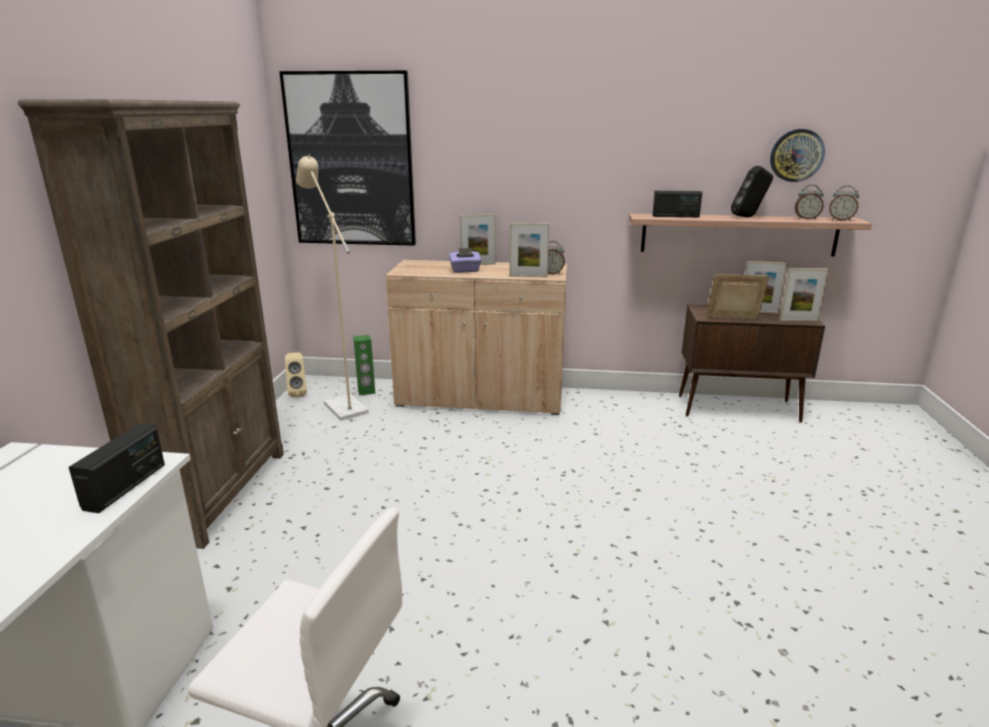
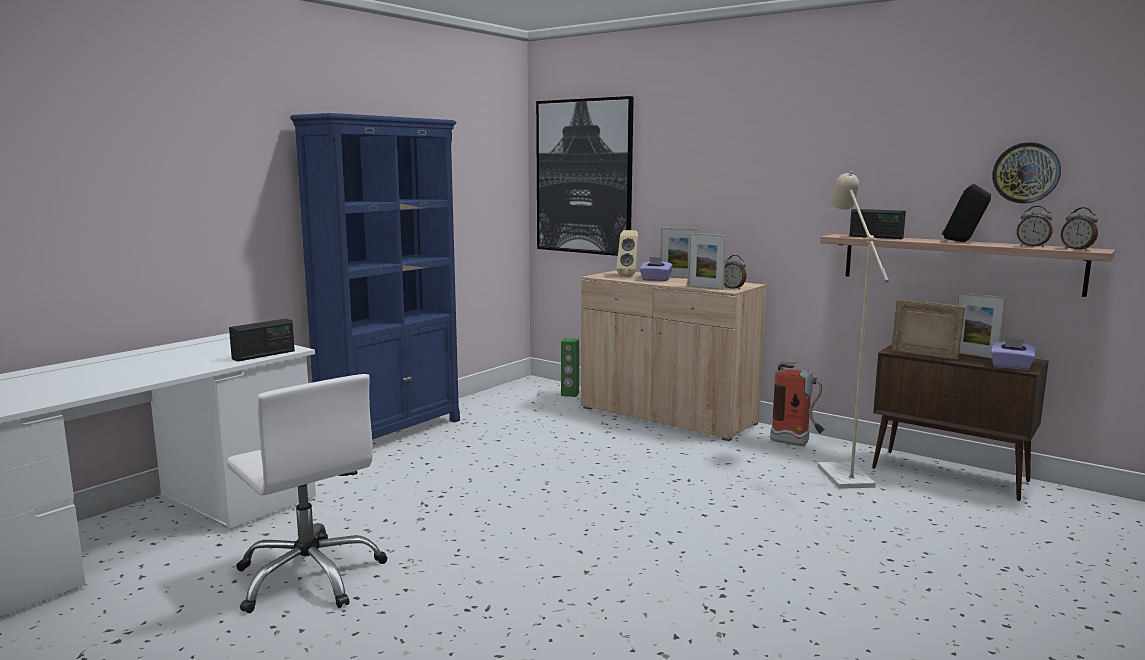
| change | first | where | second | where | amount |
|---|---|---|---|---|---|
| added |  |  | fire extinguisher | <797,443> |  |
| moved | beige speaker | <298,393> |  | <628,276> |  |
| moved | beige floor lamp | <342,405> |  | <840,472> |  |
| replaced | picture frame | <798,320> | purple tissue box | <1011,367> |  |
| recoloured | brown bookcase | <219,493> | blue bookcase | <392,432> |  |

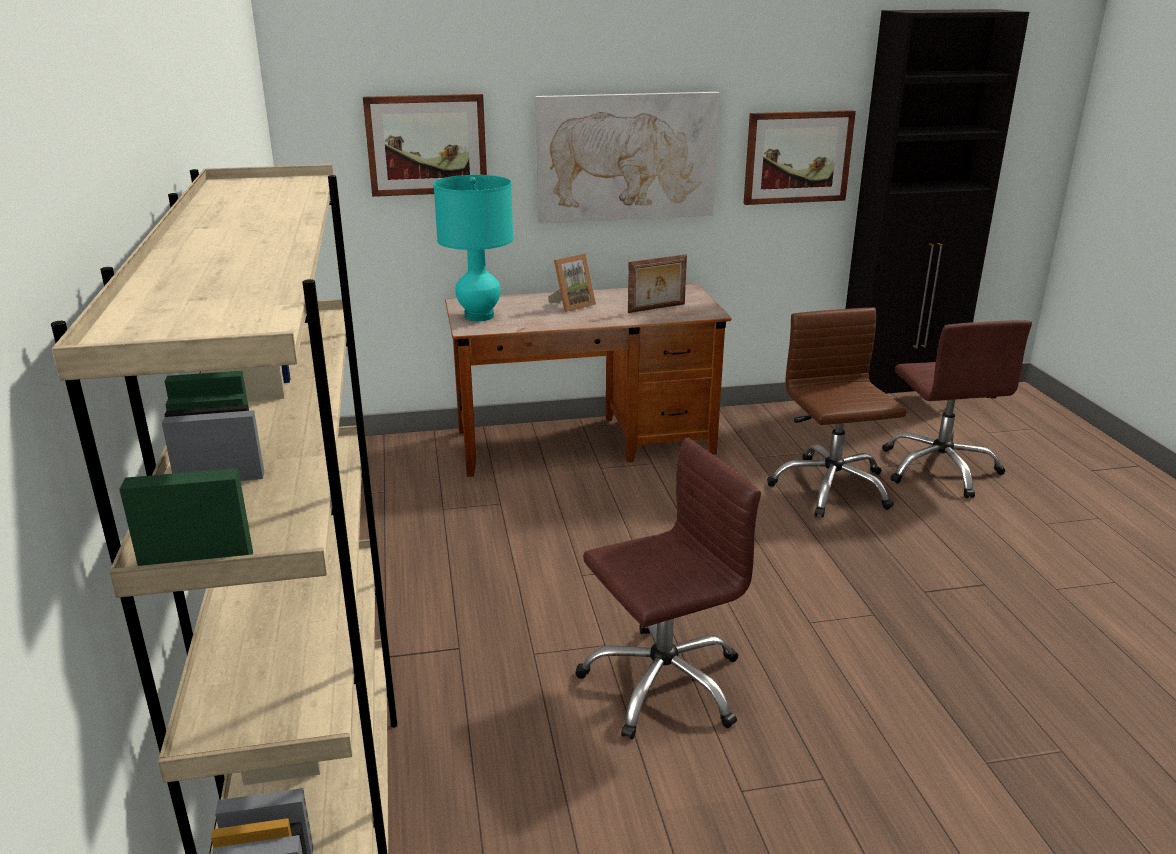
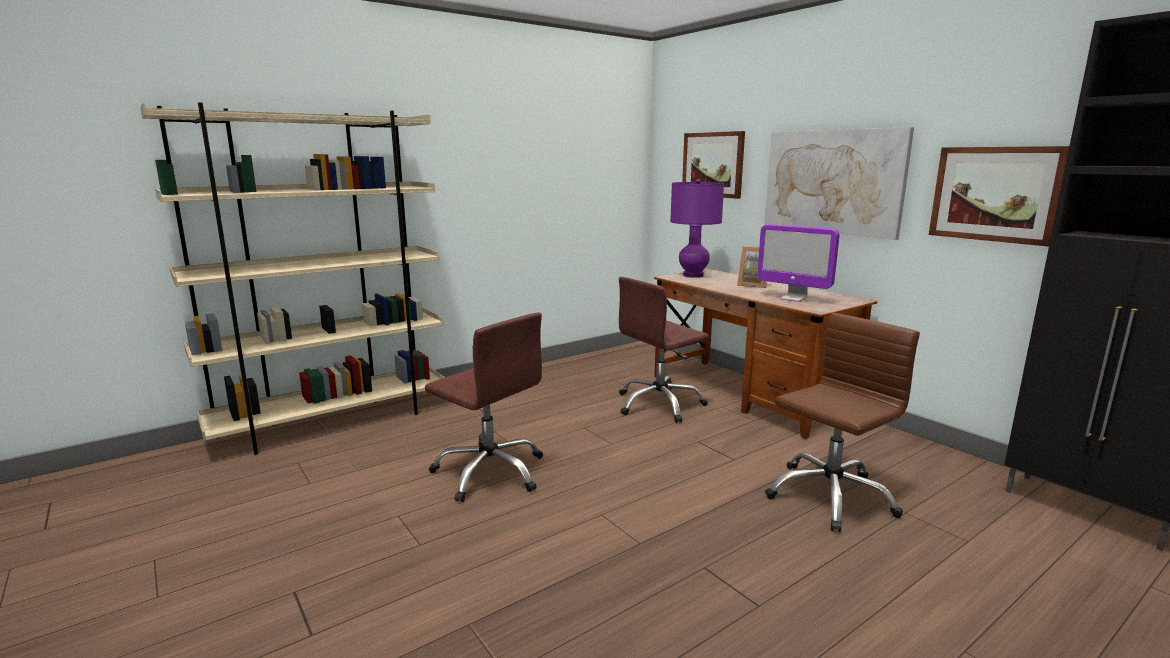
| change | first | where | second | where | amount |
|---|---|---|---|---|---|
| moved | brown office chair | <940,469> |  | <659,404> |  |
| replaced | picture frame | <657,308> | monitor | <793,298> |  |
| recoloured | turquoise table lamp | <479,316> | purple table lamp | <693,275> |  |

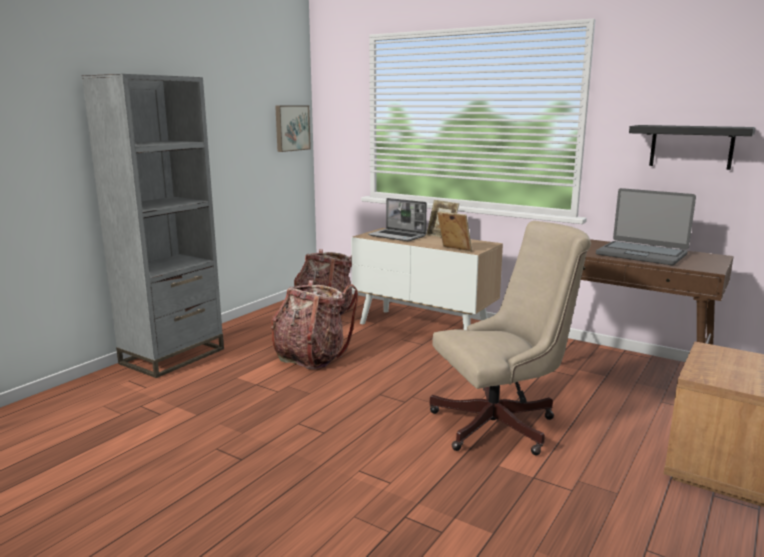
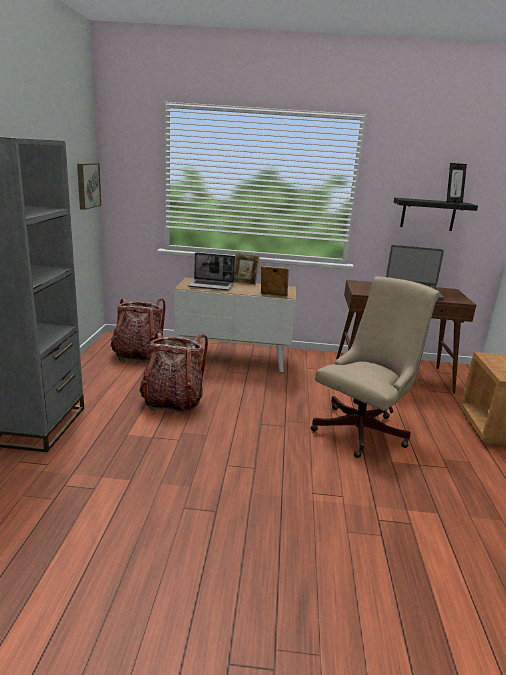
| change | first | where | second | where | amount |
|---|---|---|---|---|---|
| added |  |  | picture frame | <452,202> |  |

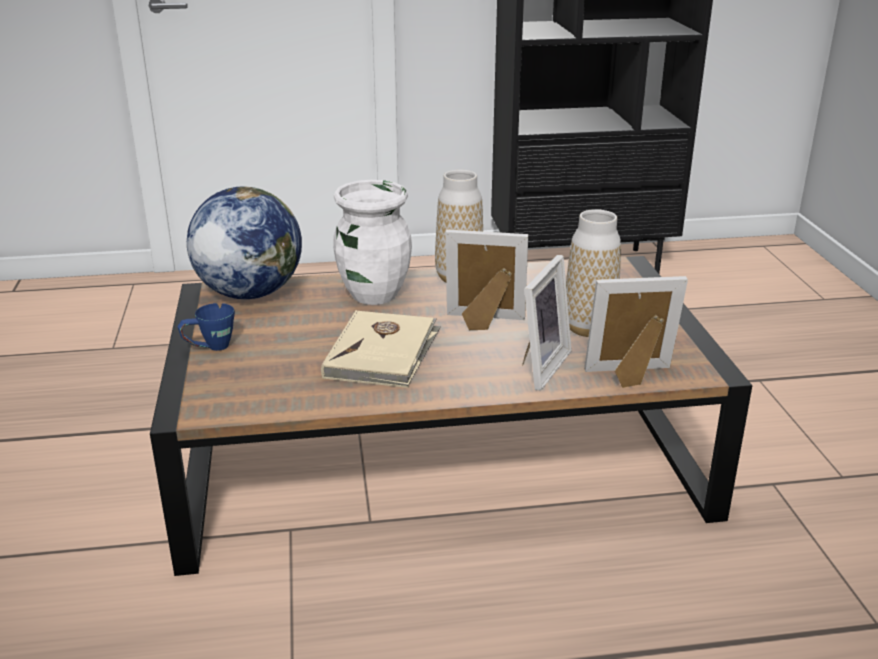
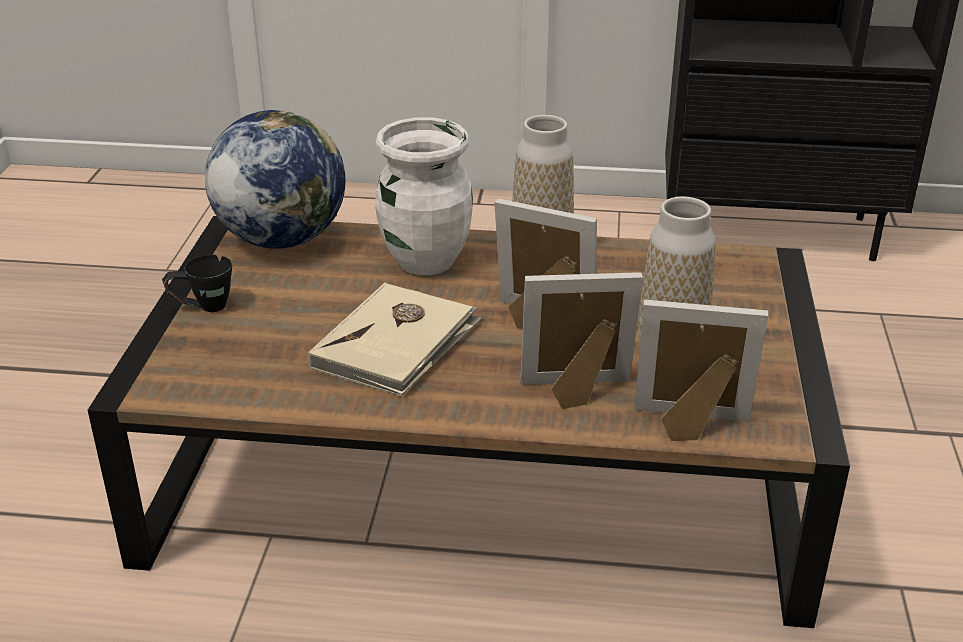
| change | first | where | second | where | amount |
|---|---|---|---|---|---|
| recoloured | blue mug | <209,348> | black mug | <202,307> |  |
| turned | picture frame | <538,366> |  | <577,393> | 135 degrees counterclockwise |

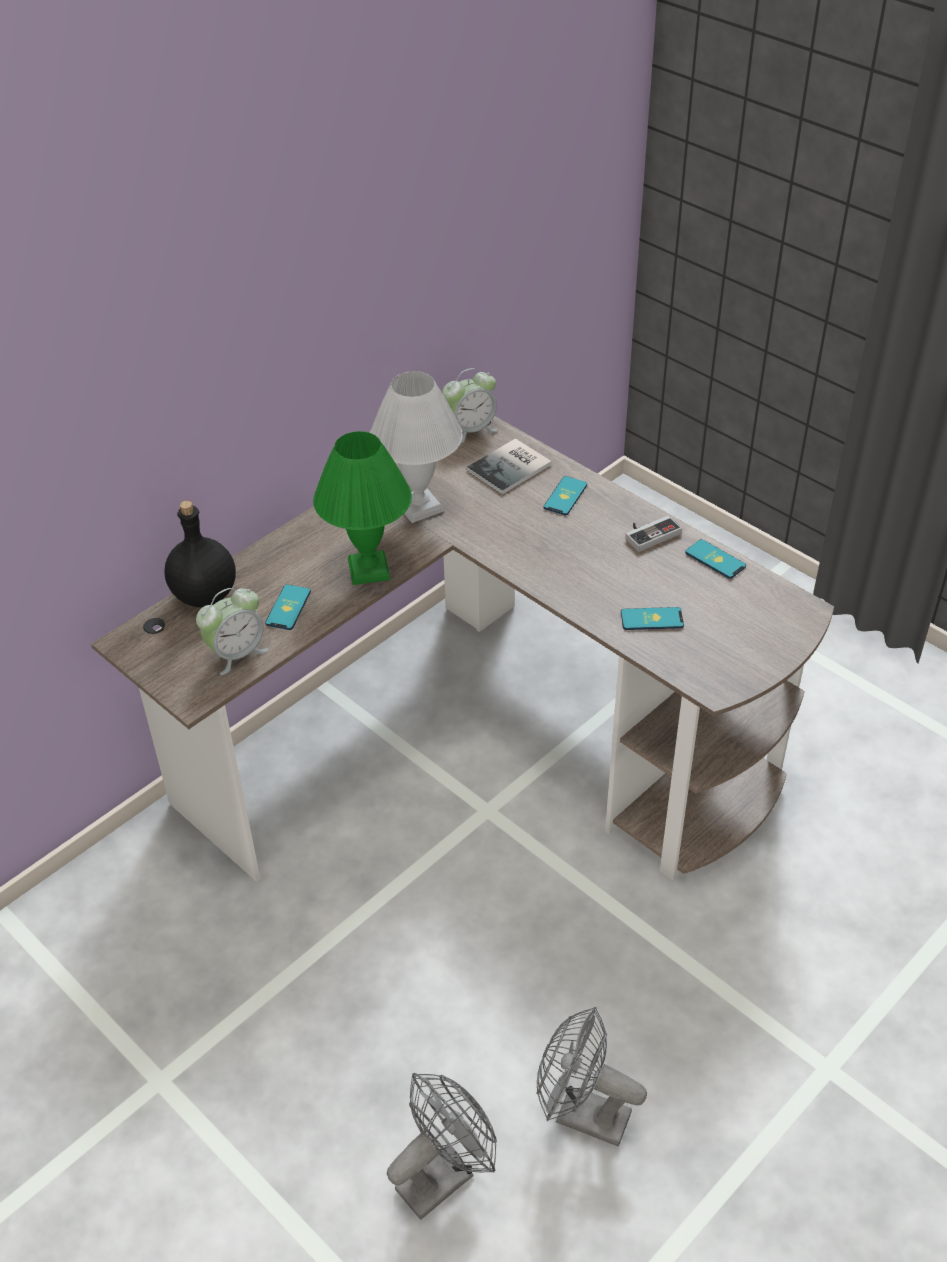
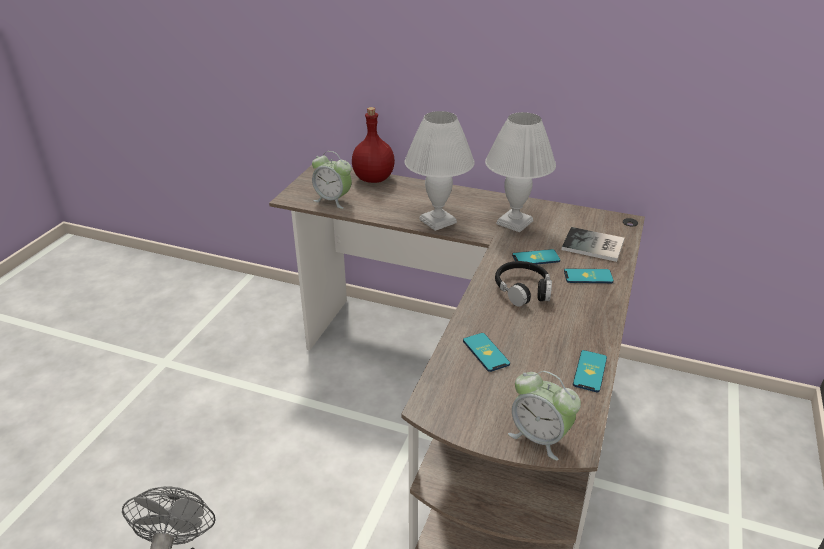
| change | first | where | second | where | amount |
|---|---|---|---|---|---|
| removed | grey fan | <443,1174> |  |  |  |
| removed | game controller | <649,533> |  |  |  |
| added |  |  | black headphones | <523,289> |  |
| moved | phone | <288,607> |  | <536,258> |  |
| moved | alarm clock | <470,430> |  | <539,437> |  |
| recoloured | black bottle | <203,596> | red bottle | <373,179> |  |
| recoloured | green table lamp | <368,569> | white table lamp | <438,220> |  |

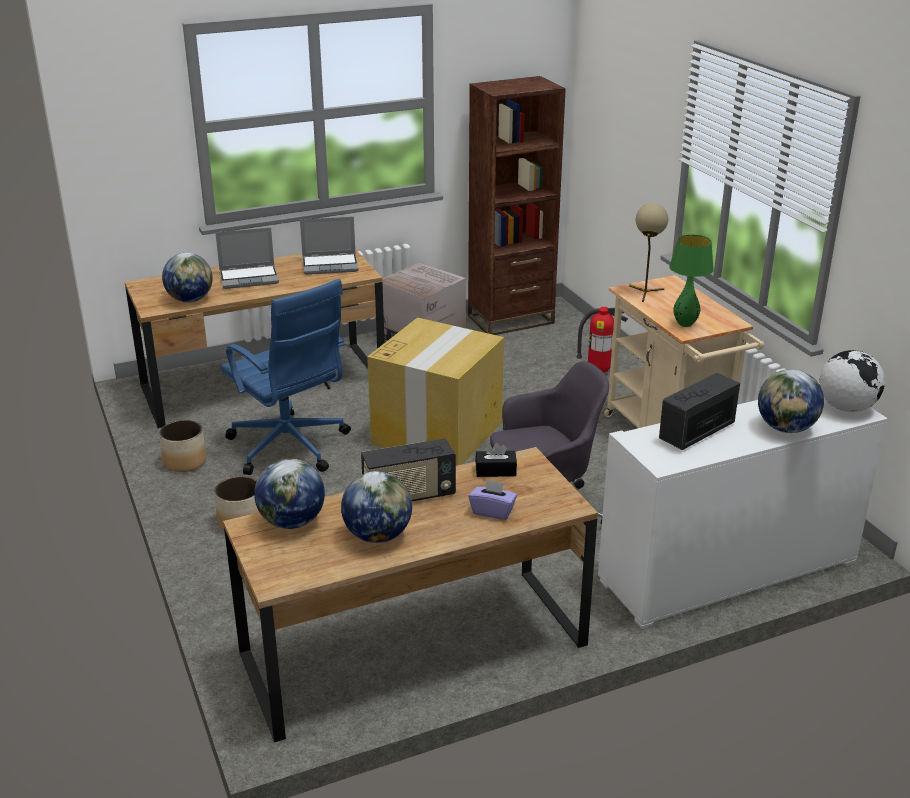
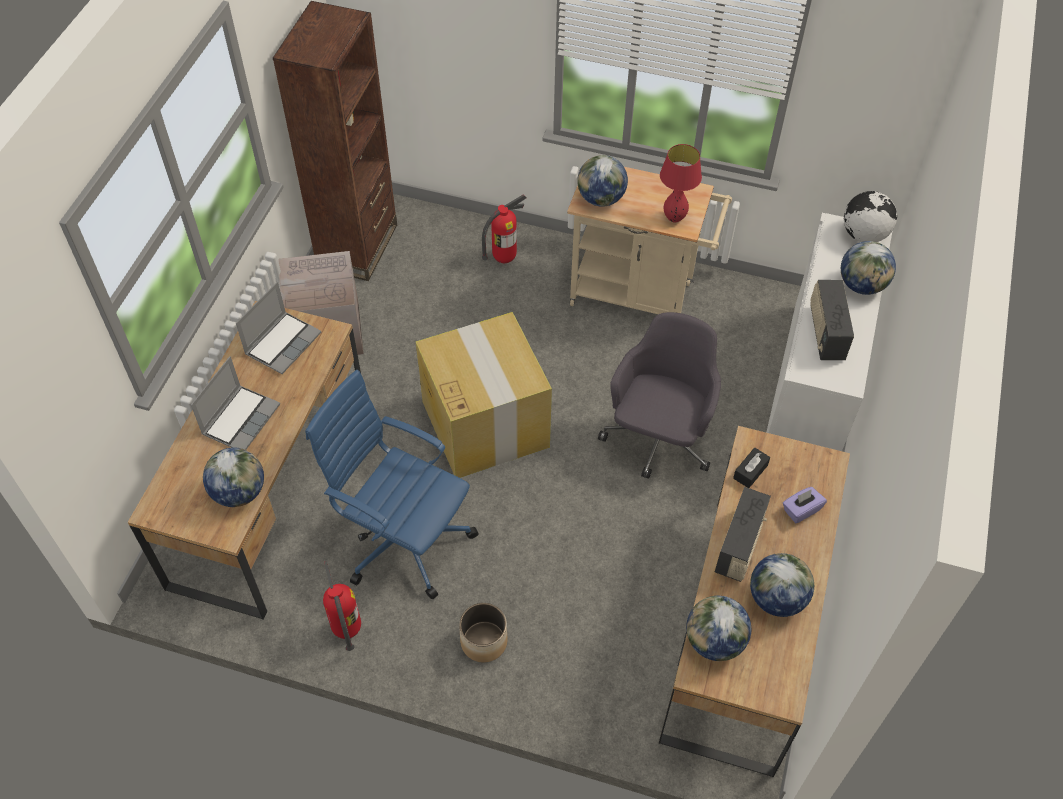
| change | first | where | second | where | amount |
|---|---|---|---|---|---|
| replaced | planter | <185,461> | fire extinguisher | <346,629> |  |
| replaced | beige table lamp | <645,293> | globe | <601,199> |  |
| recoloured | green table lamp | <685,324> | red table lamp | <674,218> |  |
| turned | blue office chair | <290,447> |  | <403,538> | 150 degrees counterclockwise |

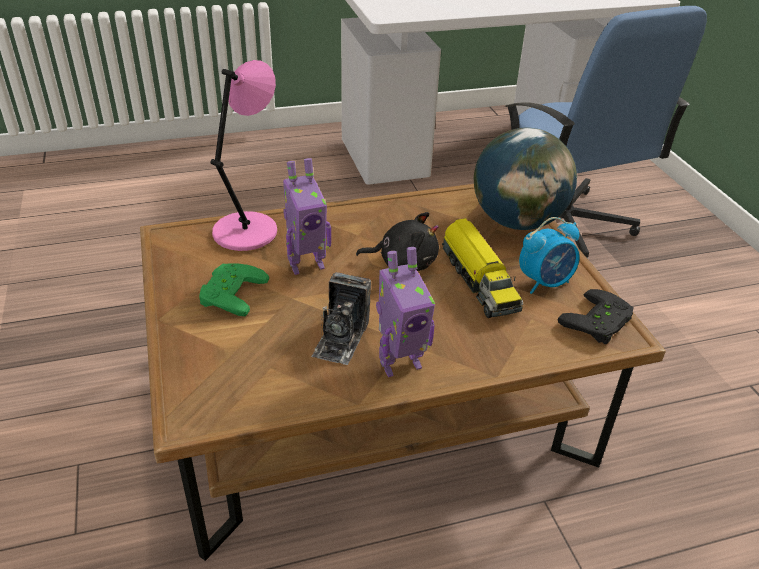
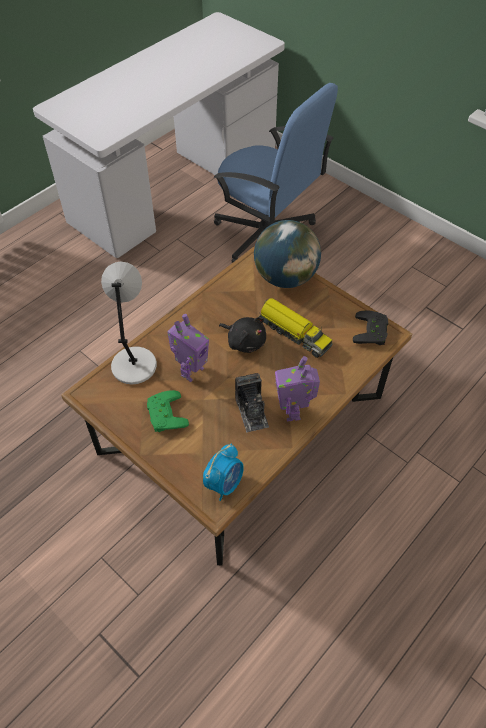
| change | first | where | second | where | amount |
|---|---|---|---|---|---|
| moved | alarm clock | <545,282> |  | <224,483> |  |
| recoloured | pink table lamp | <247,230> | grey table lamp | <134,363> |  |
| turned | black plush toy | <403,263> |  | <245,341> | 60 degrees clockwise |
| turned | toy robot | <399,363> |  | <293,411> | 135 degrees clockwise |

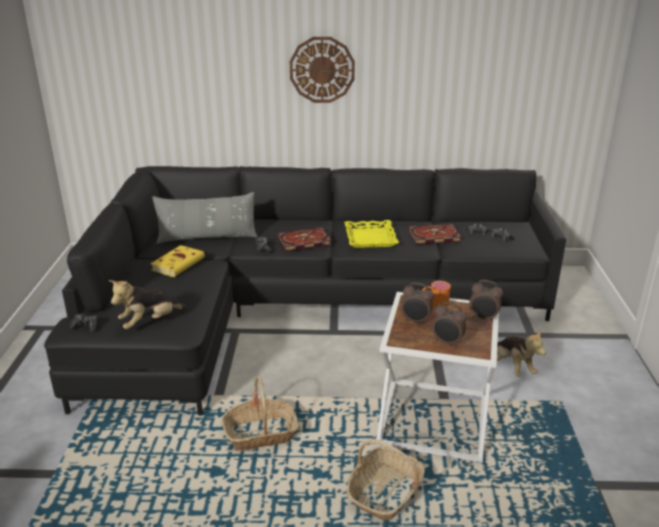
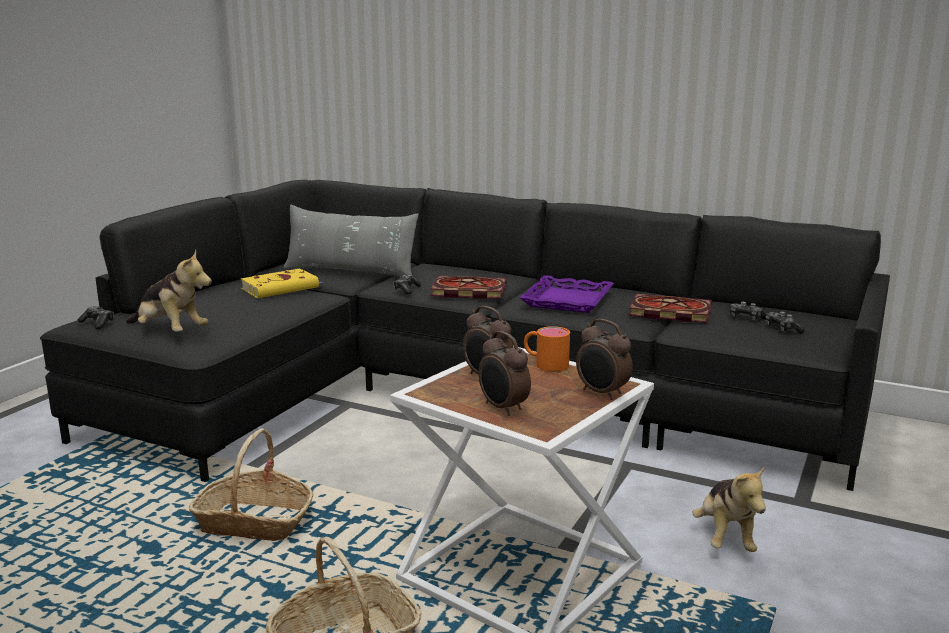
| change | first | where | second | where | amount |
|---|---|---|---|---|---|
| removed | wall clock | <322,70> |  |  |  |
| recoloured | yellow tray | <370,238> | purple tray | <566,300> |  |
| turned | plush toy | <149,322> |  | <170,332> | 135 degrees counterclockwise |

